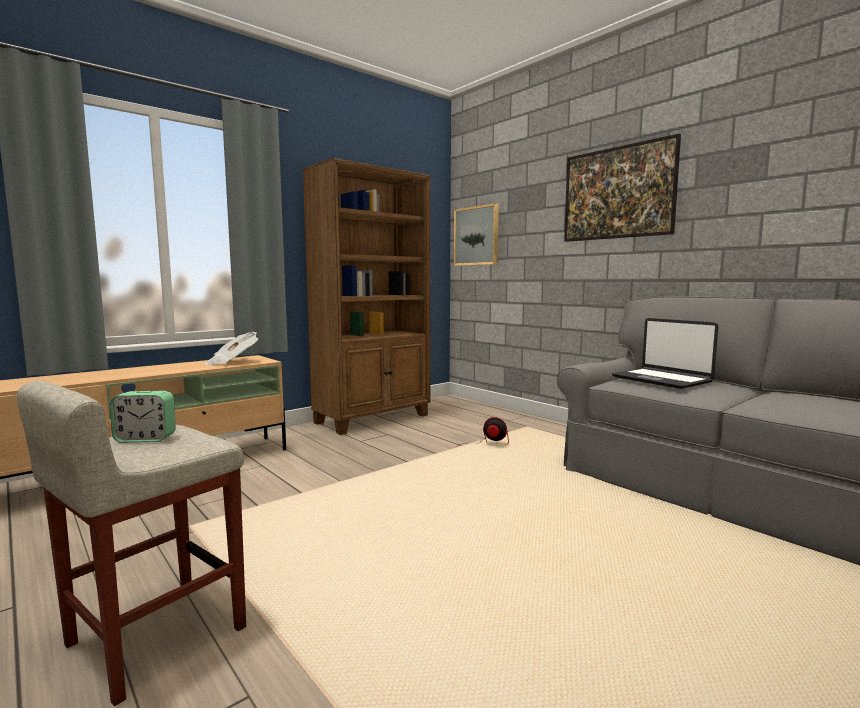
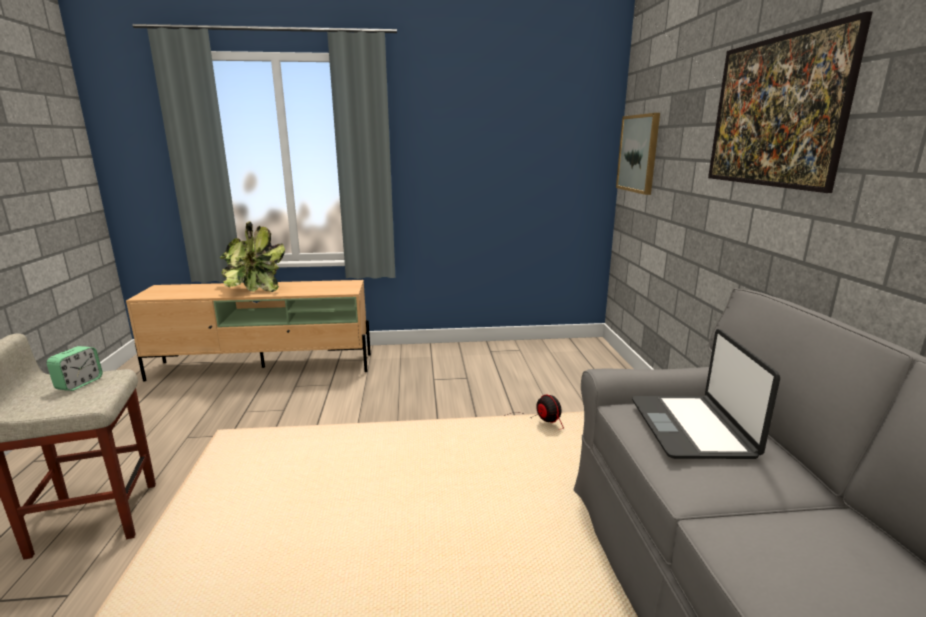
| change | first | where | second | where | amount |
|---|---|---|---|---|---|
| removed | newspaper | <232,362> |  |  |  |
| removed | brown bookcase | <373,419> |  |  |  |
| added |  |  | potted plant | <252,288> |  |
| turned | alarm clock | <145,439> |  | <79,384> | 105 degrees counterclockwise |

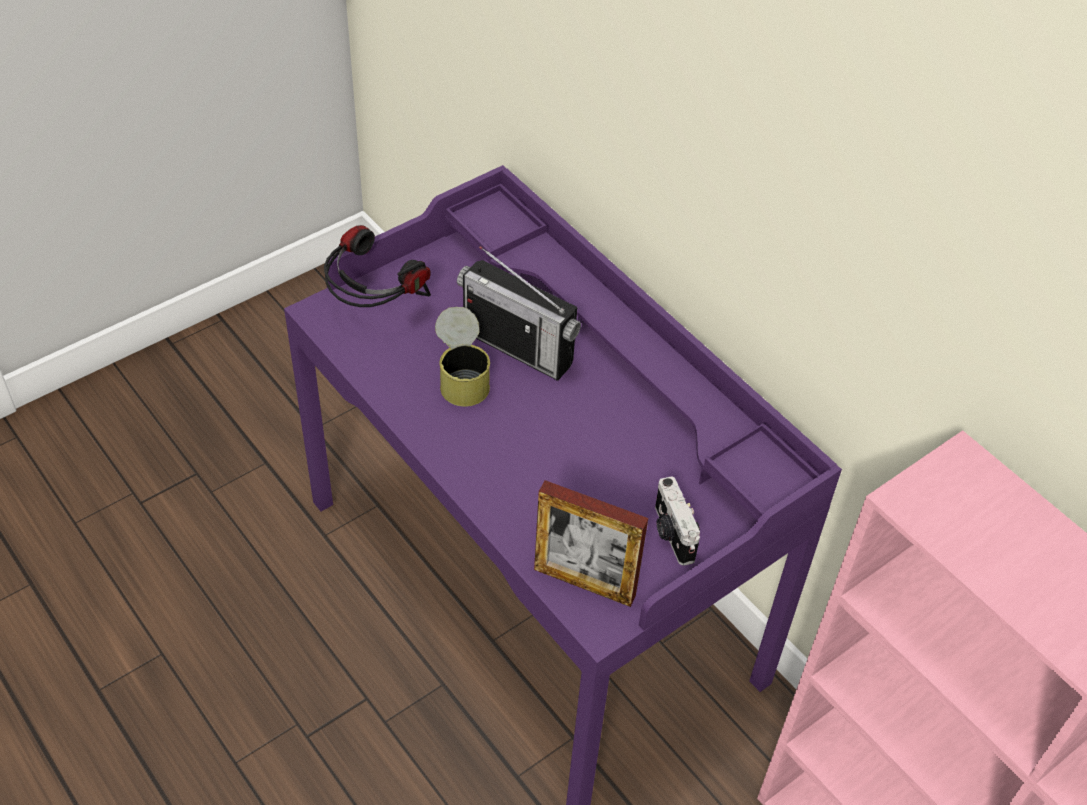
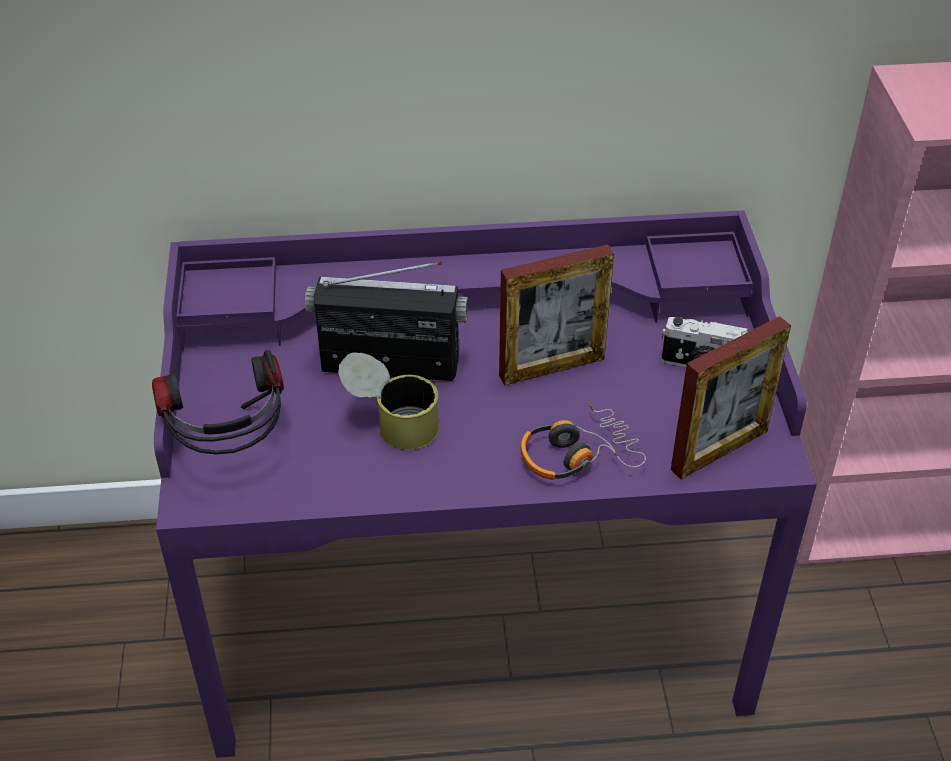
| change | first | where | second | where | amount |
|---|---|---|---|---|---|
| added |  |  | picture frame | <551,367> |  |
| added |  |  | headphones | <577,454> |  |
| turned | radio | <518,347> |  | <389,365> | 150 degrees counterclockwise |

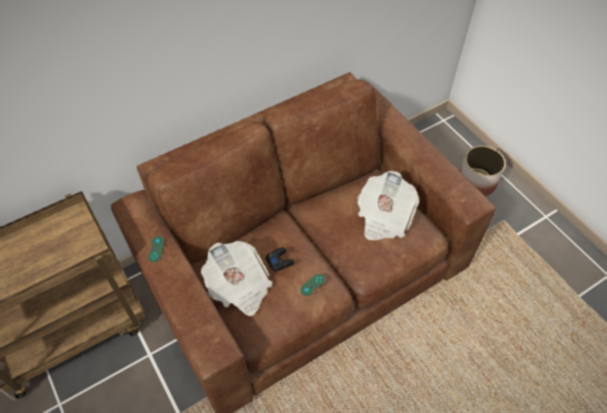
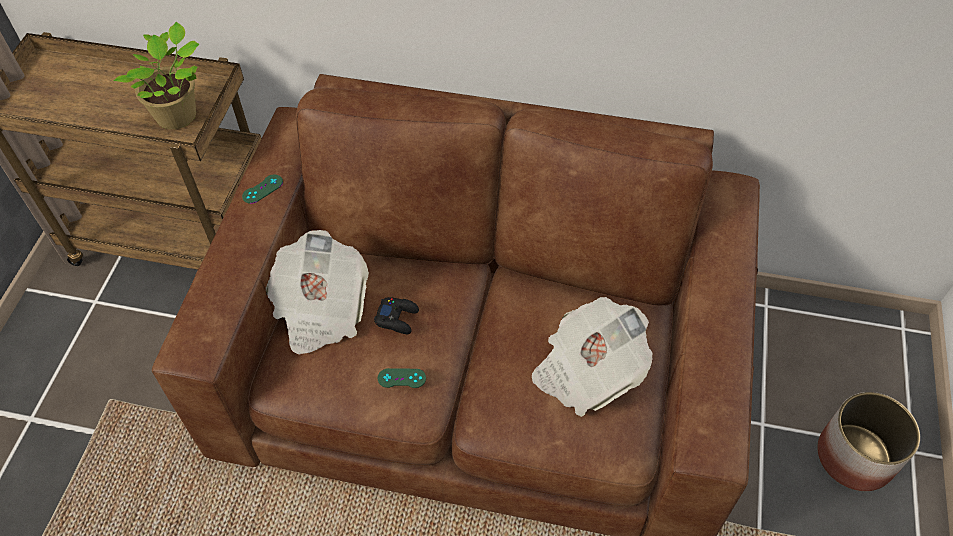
| change | first | where | second | where | amount |
|---|---|---|---|---|---|
| added |  |  | potted plant | <180,115> |  |

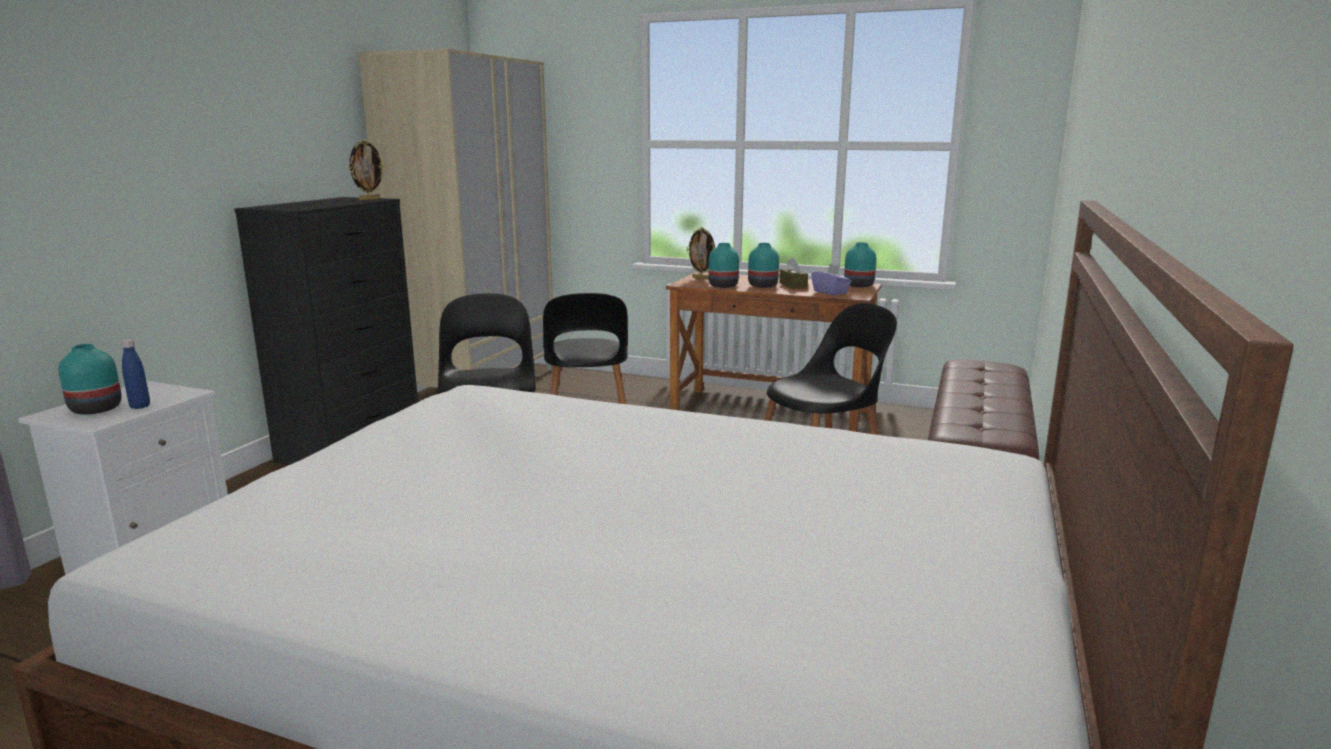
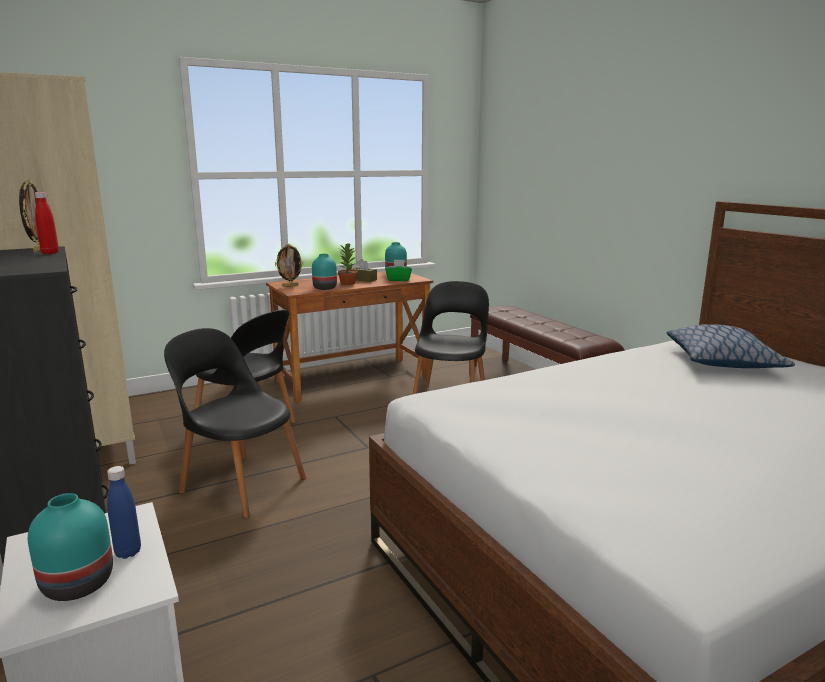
| change | first | where | second | where | amount |
|---|---|---|---|---|---|
| added |  |  | red bottle | <50,253> |  |
| added |  |  | pillow | <723,362> |  |
| replaced | turquoise vase | <762,286> | potted plant | <347,283> |  |
| recoloured | purple tissue box | <830,292> | green tissue box | <398,279> |  |

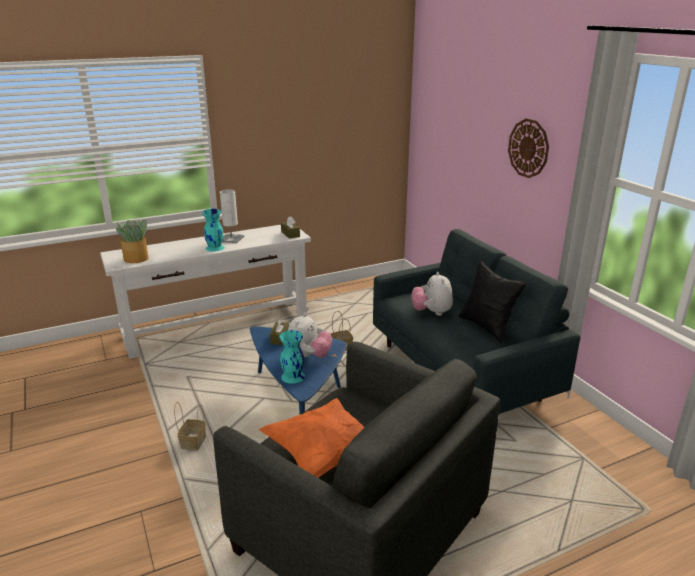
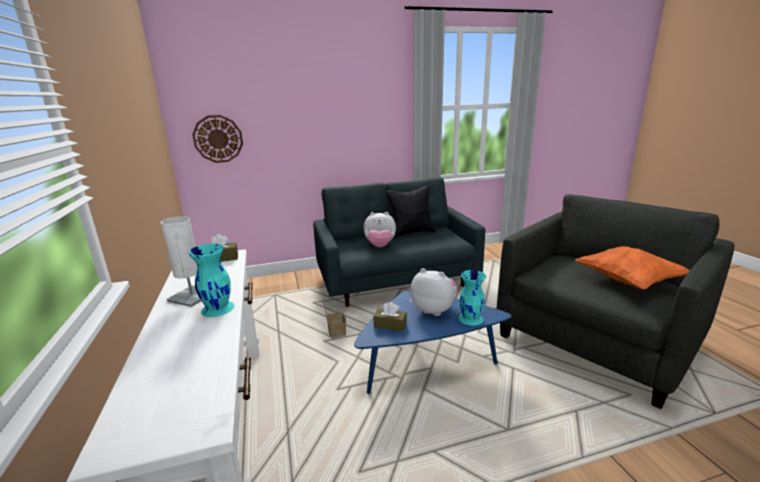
| change | first | where | second | where | amount |
|---|---|---|---|---|---|
| removed | potted plant | <136,259> |  |  |  |
| removed | basket | <193,442> |  |  |  |
| moved | wall clock | <528,148> |  | <218,139> |  |

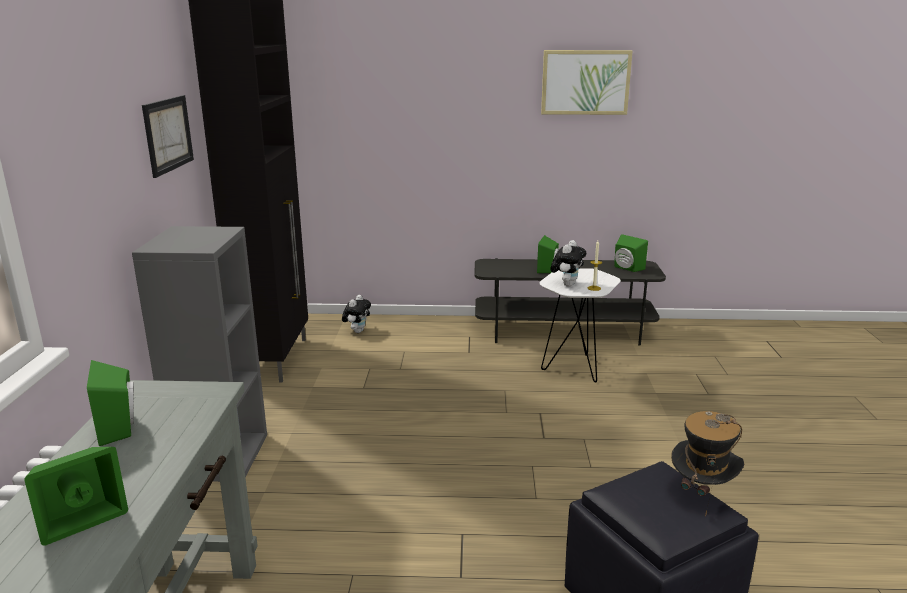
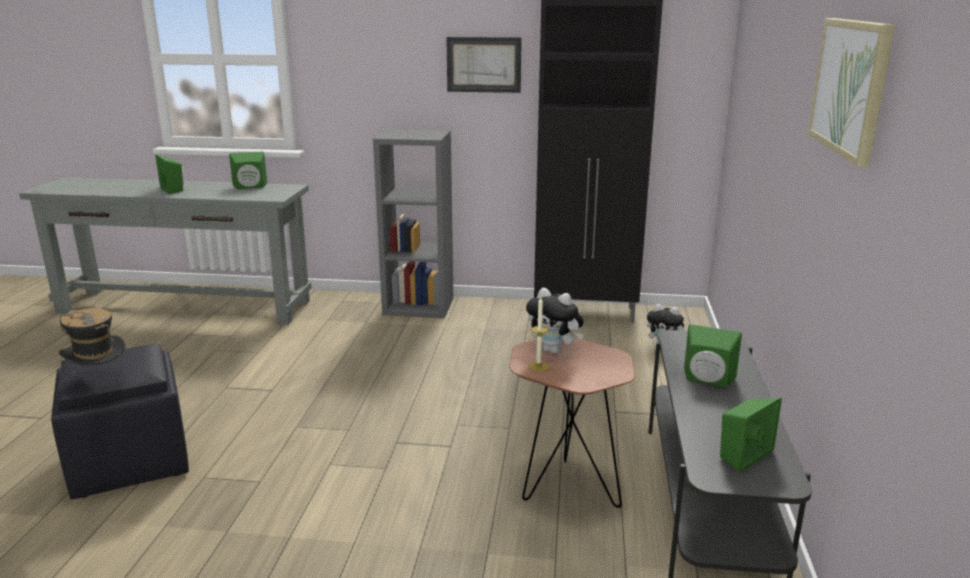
| change | first | where | second | where | amount |
|---|---|---|---|---|---|
| recoloured | white side table | <574,369> | brown side table | <565,487> |  |

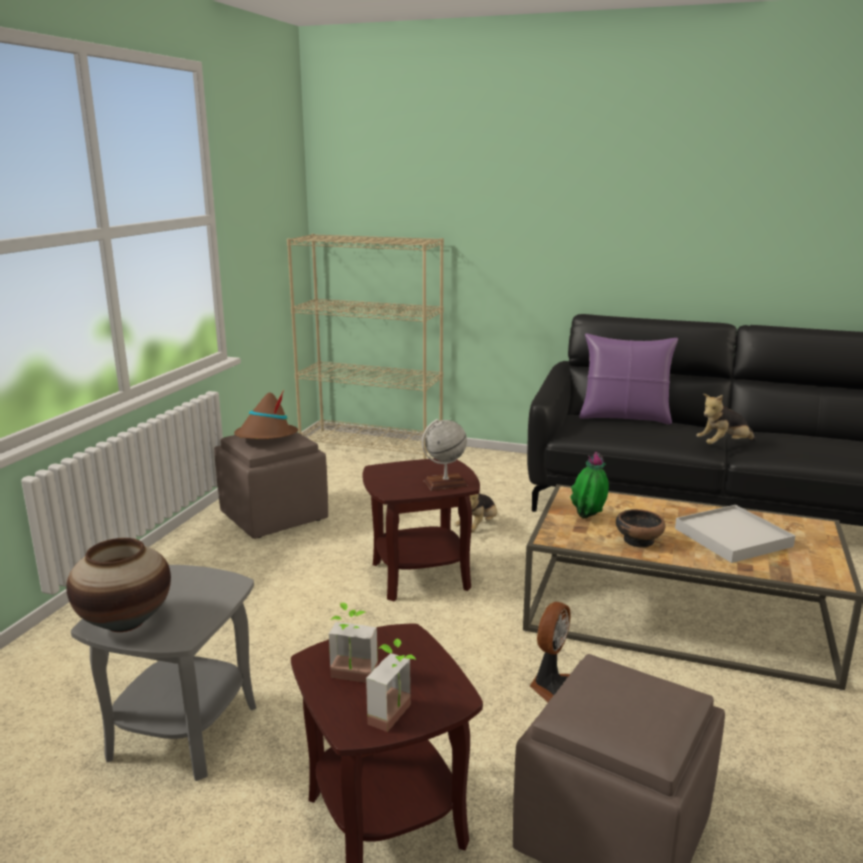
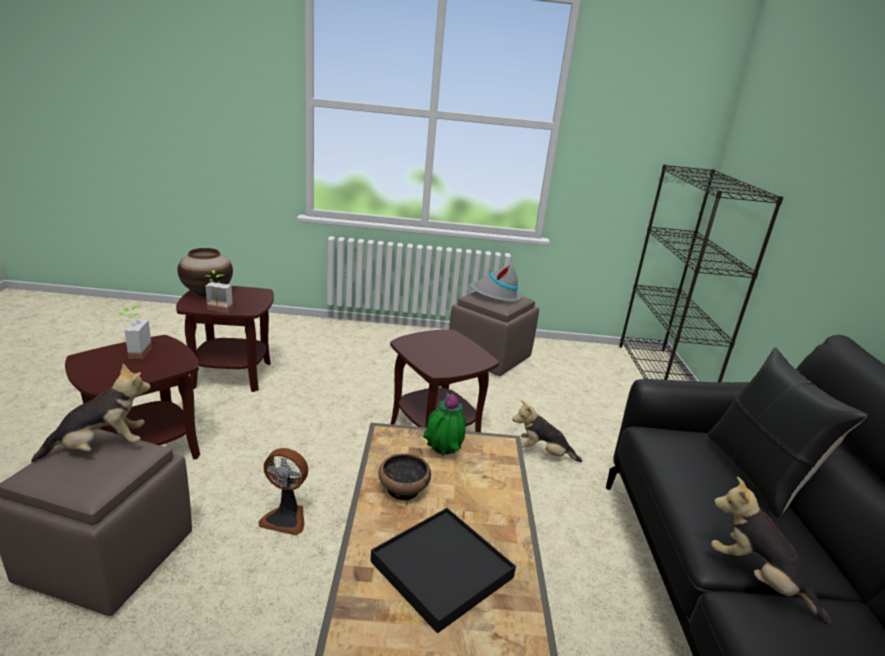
| change | first | where | second | where | amount |
|---|---|---|---|---|---|
| removed | globe | <445,483> |  |  |  |
| added |  |  | plush toy | <101,447> |  |
| moved | potted plant | <398,717> |  | <217,310> |  |
| recoloured | grey side table | <182,730> | brown side table | <232,374> |  |
| recoloured | brown hat | <266,437> | grey hat | <495,295> |  |
| recoloured | beige bookcase | <372,445> | black bookcase | <661,377> |  |
| recoloured | purple pillow | <624,417> | black pillow | <756,474> |  |
| recoloured | white tray | <733,537> | black tray | <441,570> |  |

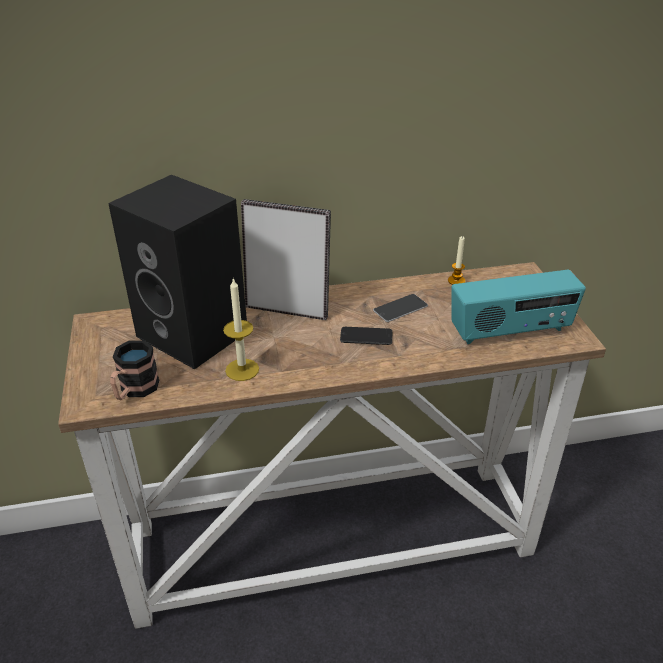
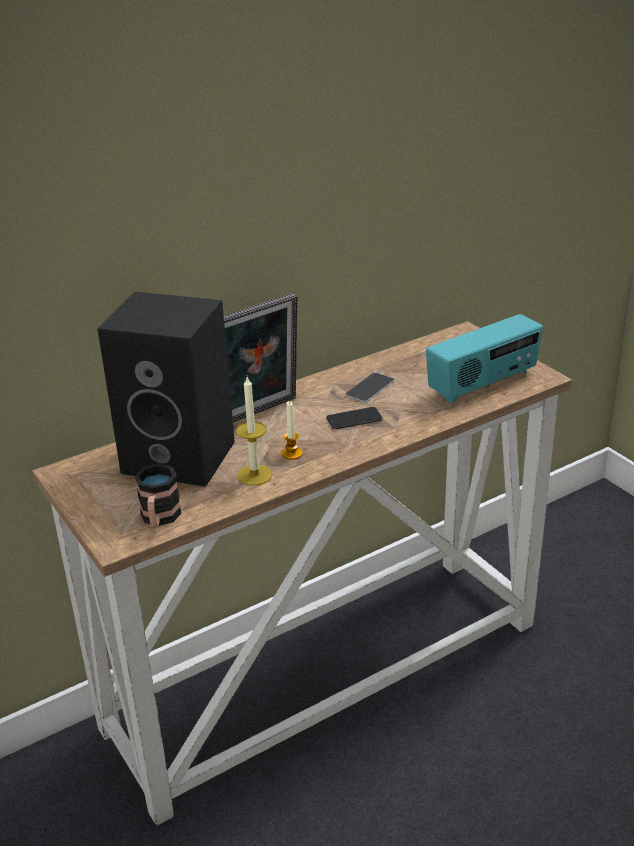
| change | first | where | second | where | amount |
|---|---|---|---|---|---|
| moved | candle | <456,281> |  | <292,454> |  |
| turned | picture frame | <288,309> |  | <260,413> | 150 degrees clockwise |

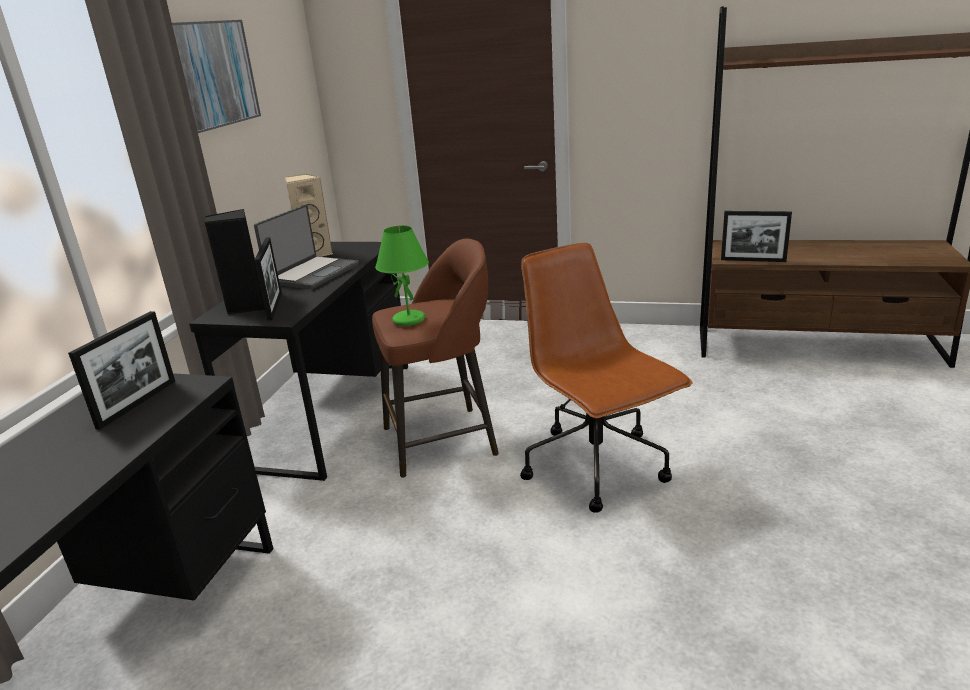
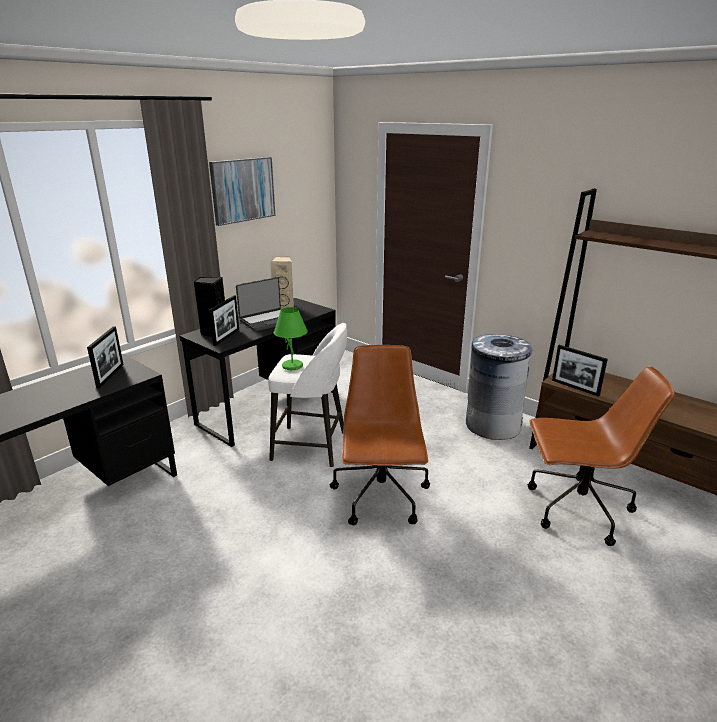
| change | first | where | second | where | amount |
|---|---|---|---|---|---|
| added |  |  | grey trash can | <492,425> |  |
| added |  |  | brown office chair | <576,509> |  |
| recoloured | brown stool | <443,440> | white stool | <311,446> |  |
| turned | picture frame | <137,403> |  | <110,376> | 45 degrees counterclockwise |

